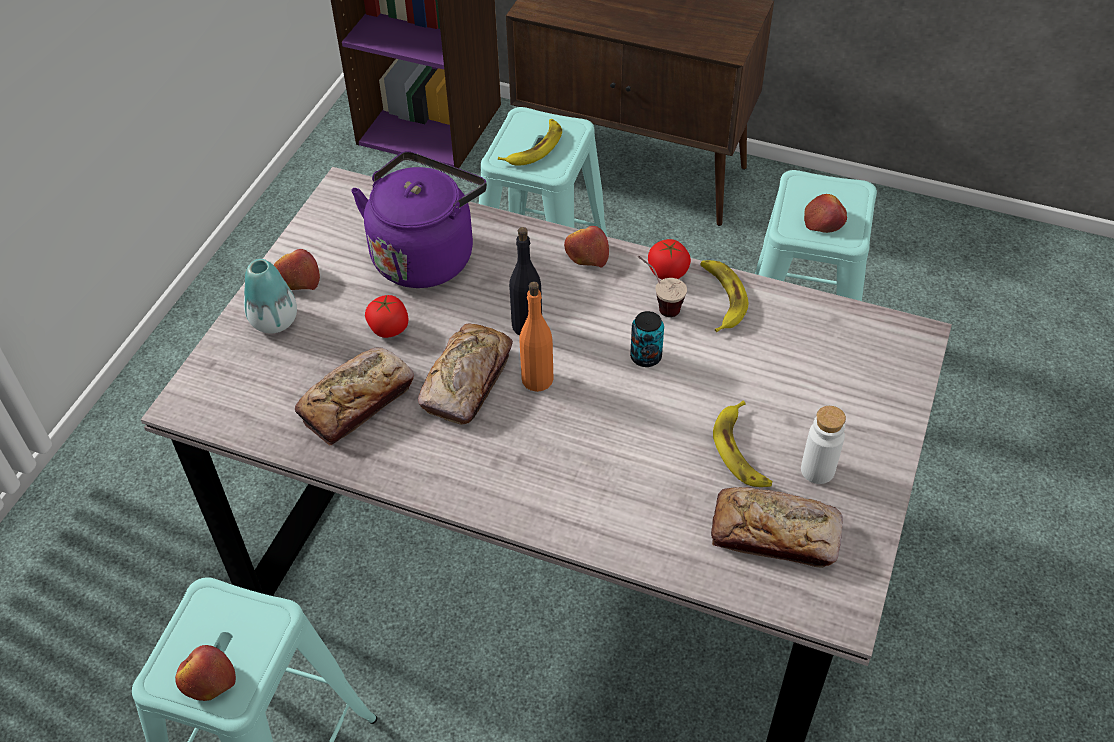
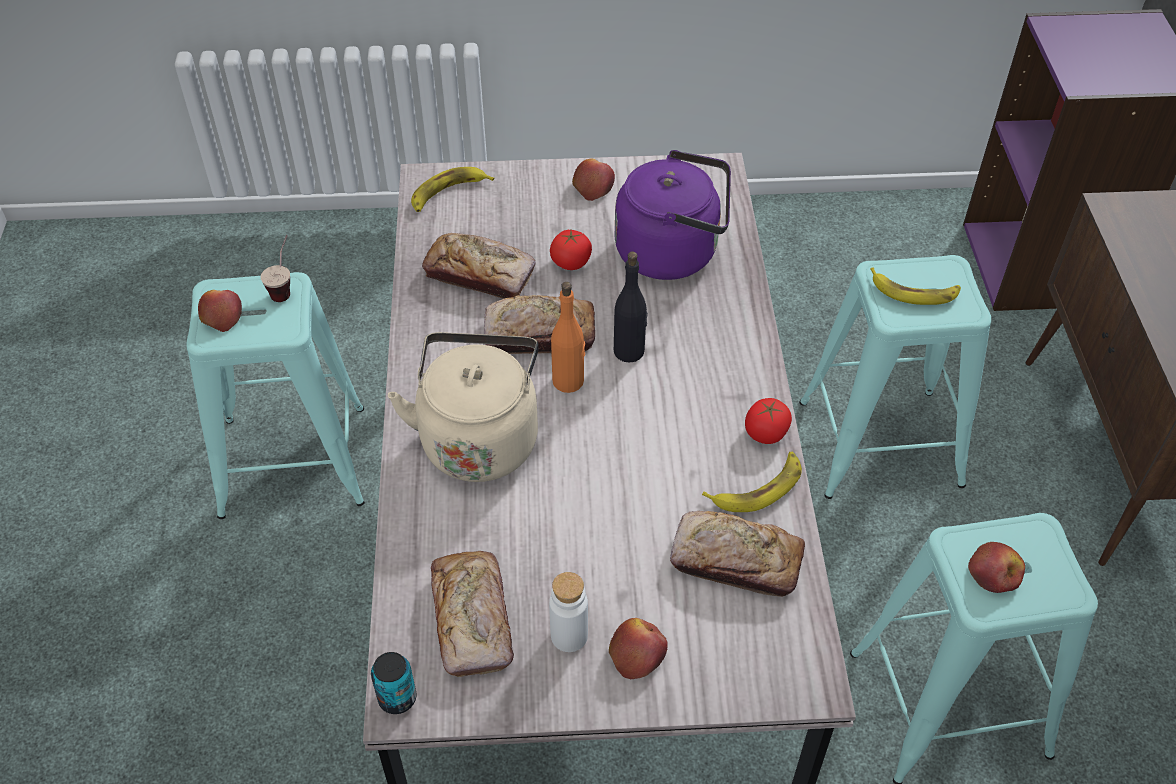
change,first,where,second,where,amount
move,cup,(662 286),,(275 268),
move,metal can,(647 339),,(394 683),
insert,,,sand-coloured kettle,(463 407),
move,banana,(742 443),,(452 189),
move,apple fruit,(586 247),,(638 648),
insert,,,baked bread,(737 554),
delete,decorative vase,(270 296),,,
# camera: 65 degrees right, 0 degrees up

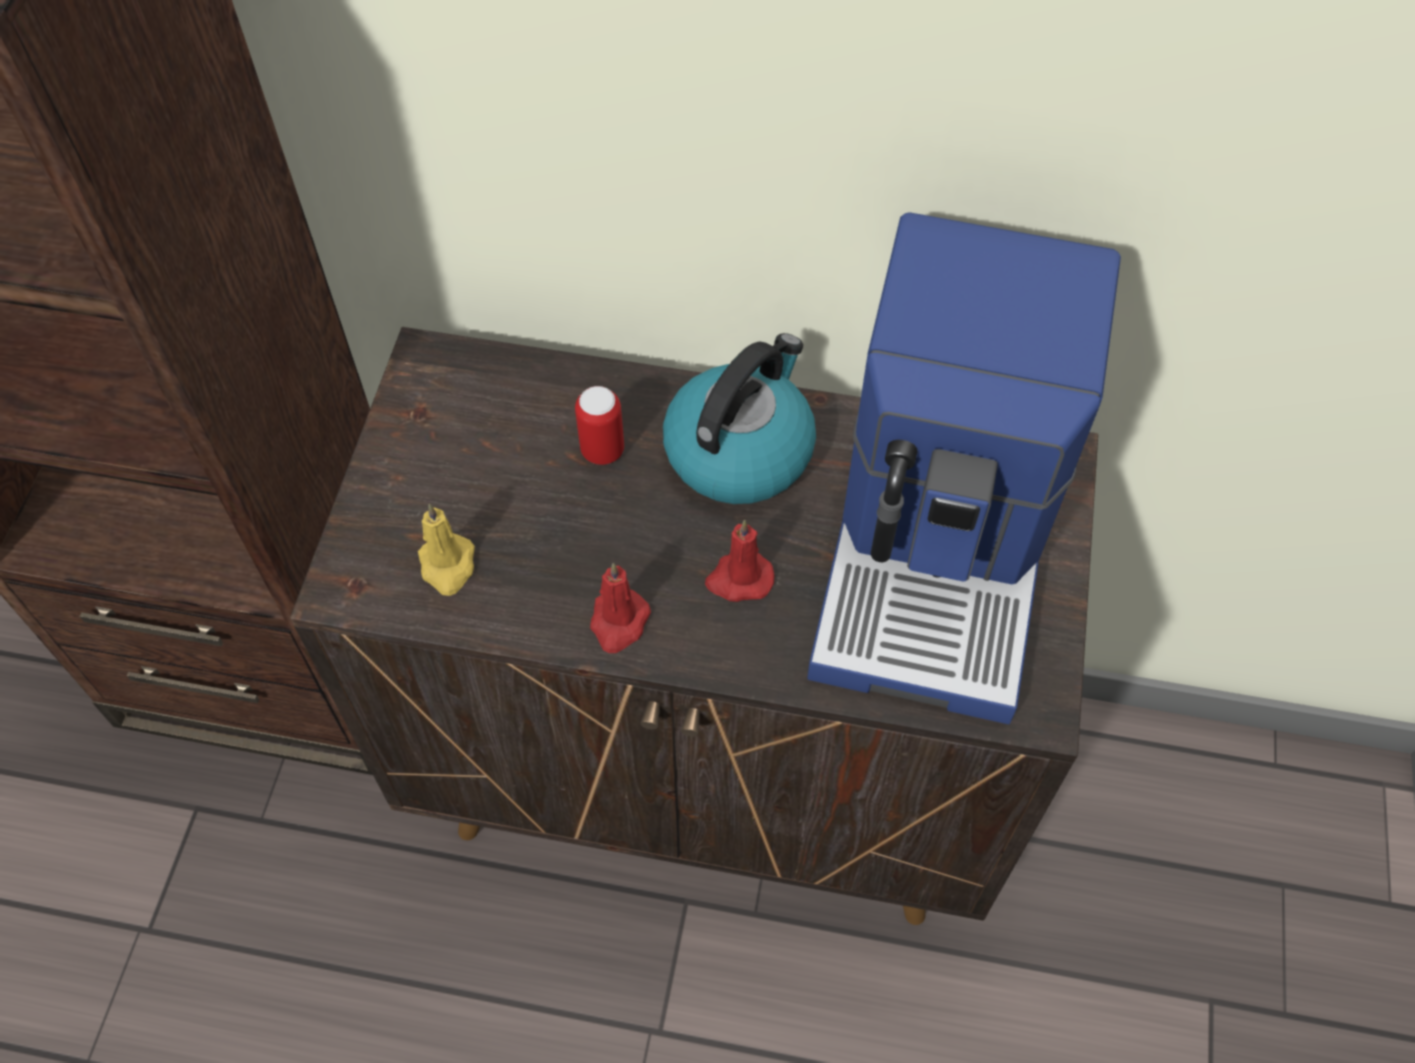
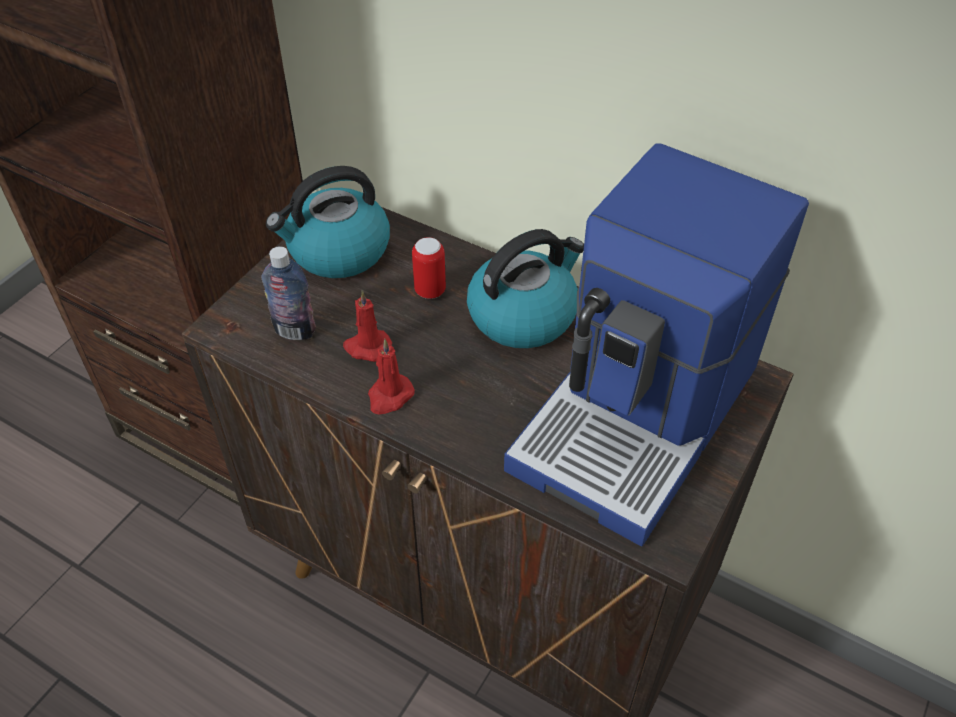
change,first,where,second,where,amount
replace,yellow-coloured wax light,(446 550),bottle,(289 293),
insert,,,kettle,(328 222),
move,red-coloured wax light,(739 561),,(367 326),
# camera: 20 degrees right, 10 degrees down

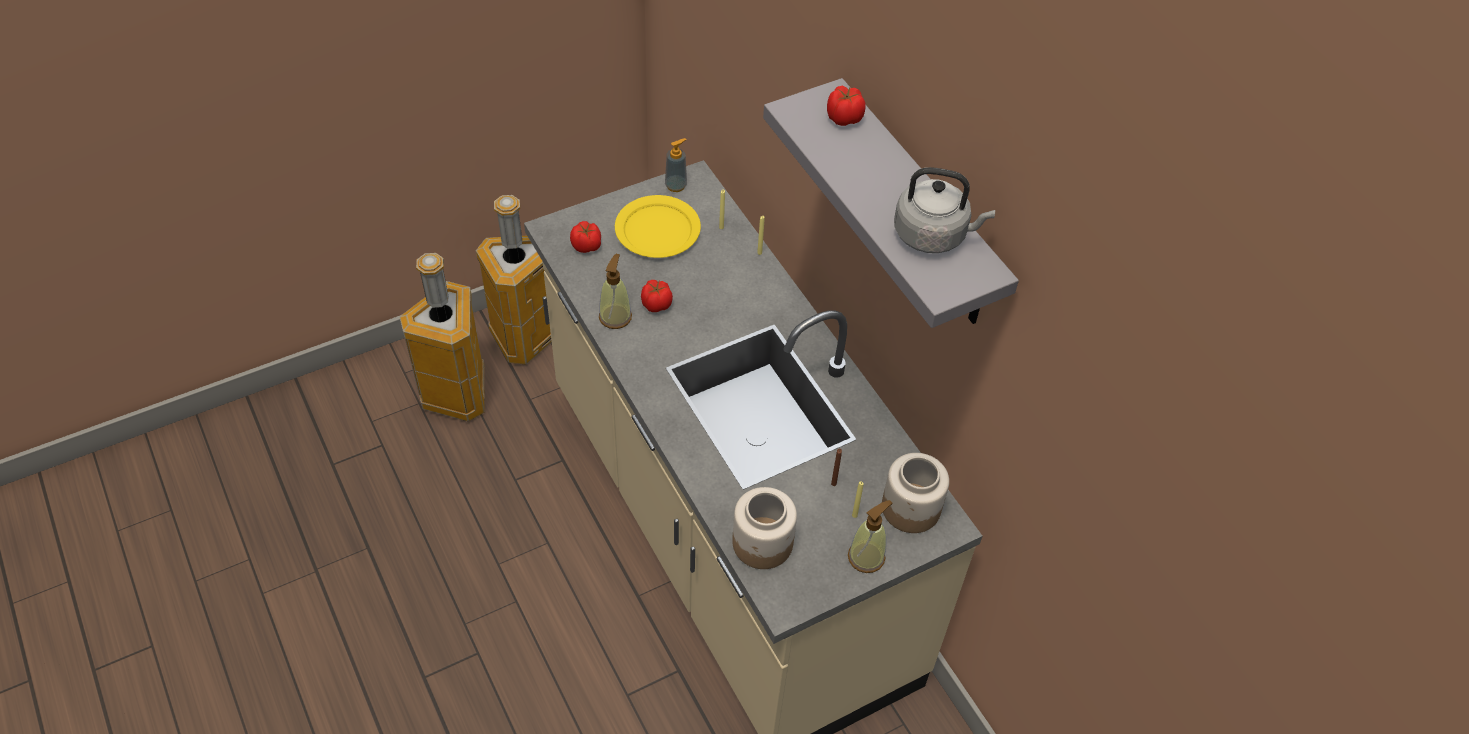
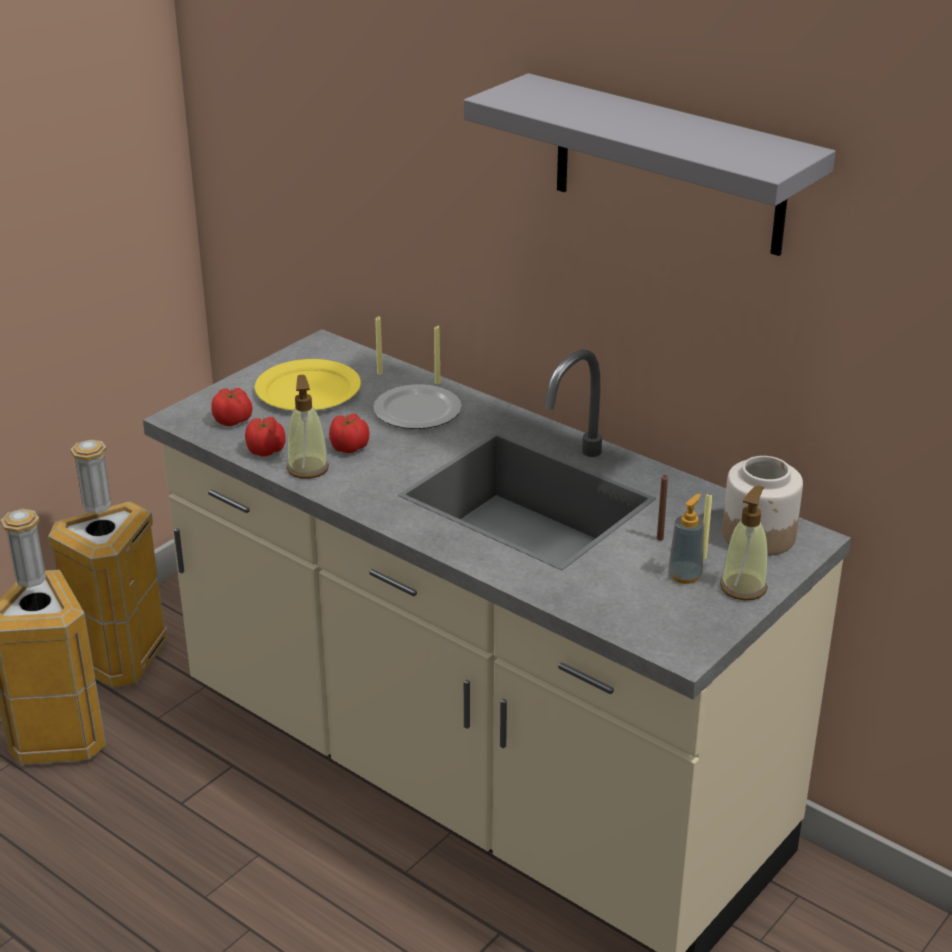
change,first,where,second,where,amount
move,tomato,(846 106),,(265 436),
insert,,,plate,(417 406),
move,soap bottle,(676 165),,(686 539),
delete,storage jar,(764 528),,,
delete,greyish kettle,(944 210),,,
# camera: 20 degrees left, 20 degrees down

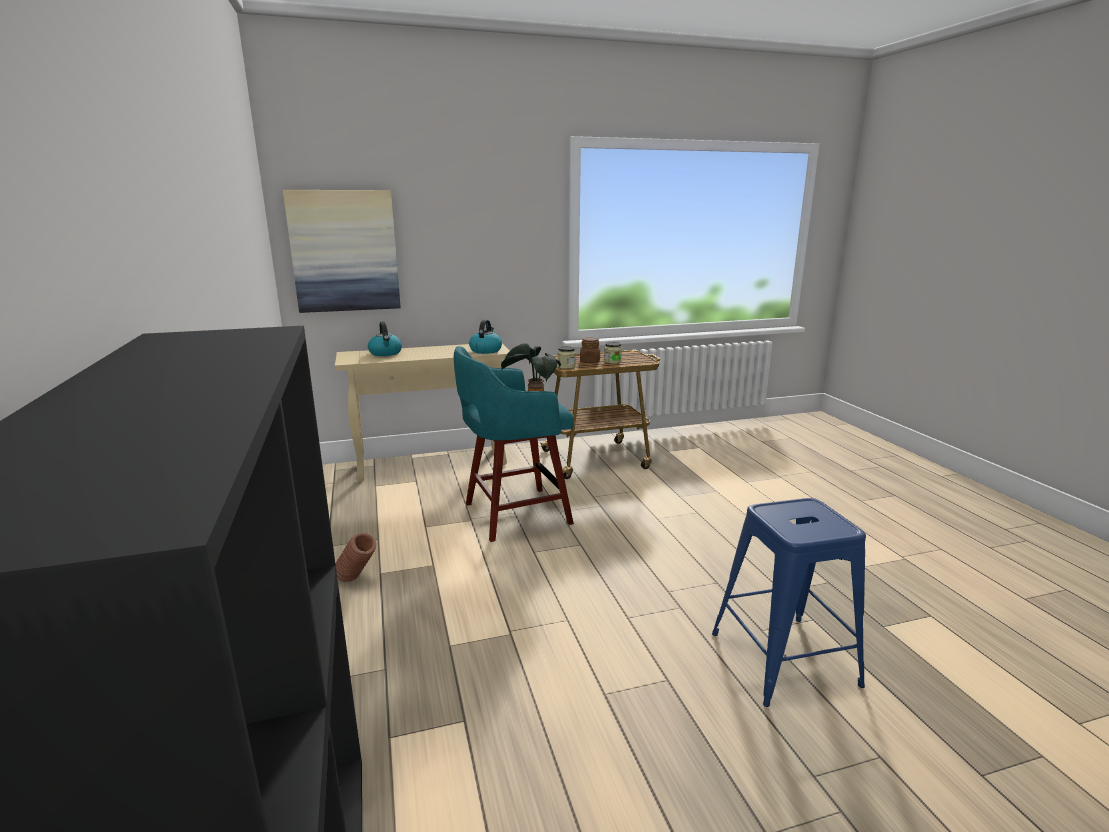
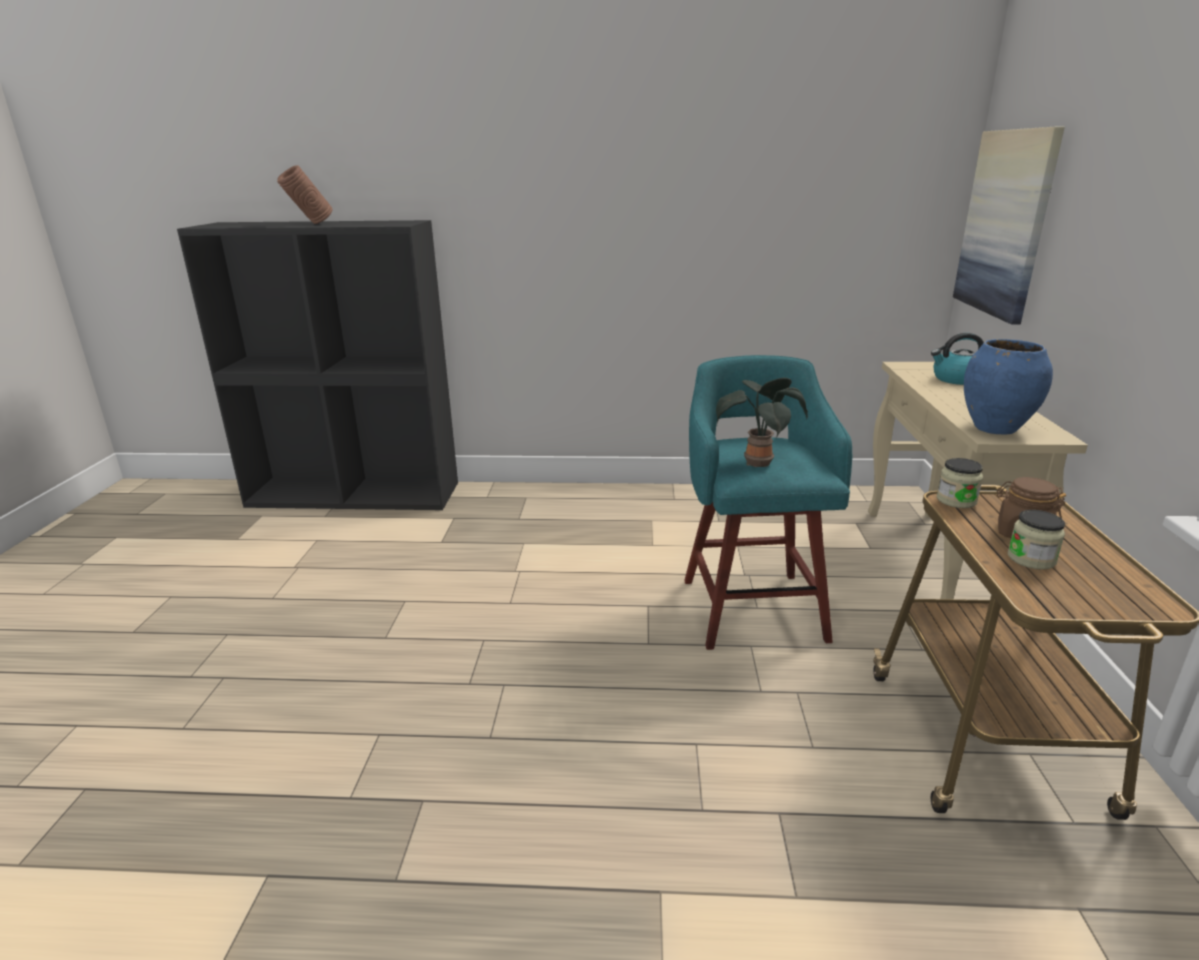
change,first,where,second,where,amount
move,brownish decorative vase,(355 557),,(305 194),
replace,kettle,(485 336),blue decorative vase,(1008 386),
delete,blue stool,(789 602),,,
# camera: 110 degrees right, 5 degrees up

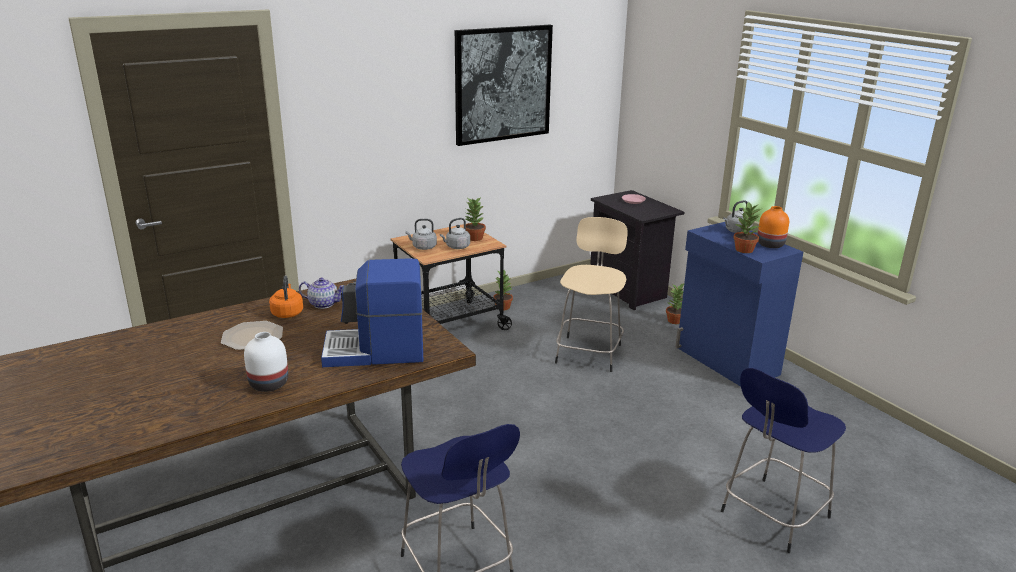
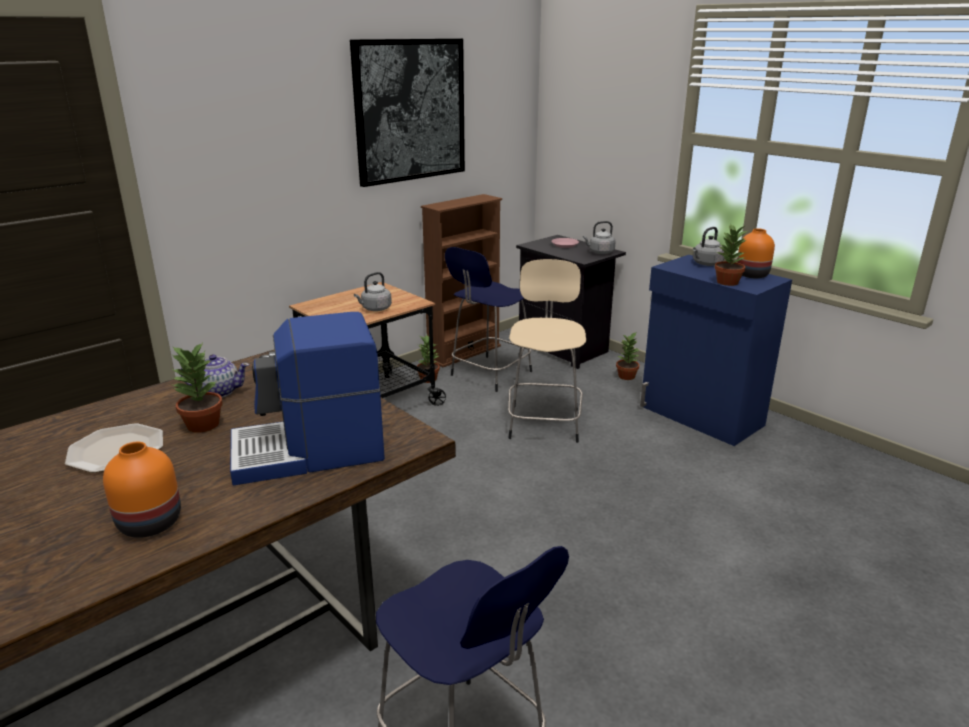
change,first,where,second,where,amount
recolor,white decorative vase,(266 362),orangey decorative vase,(142 490),
move,potted plant,(475 219),,(197 388),
insert,,,brownish bookcase,(461 280),
move,blue stool,(783 460),,(488 319),
move,greyish kettle,(421 234),,(599 237),
delete,orangey kettle,(286 297),,,
# camera: 10 degrees left, 0 degrees up

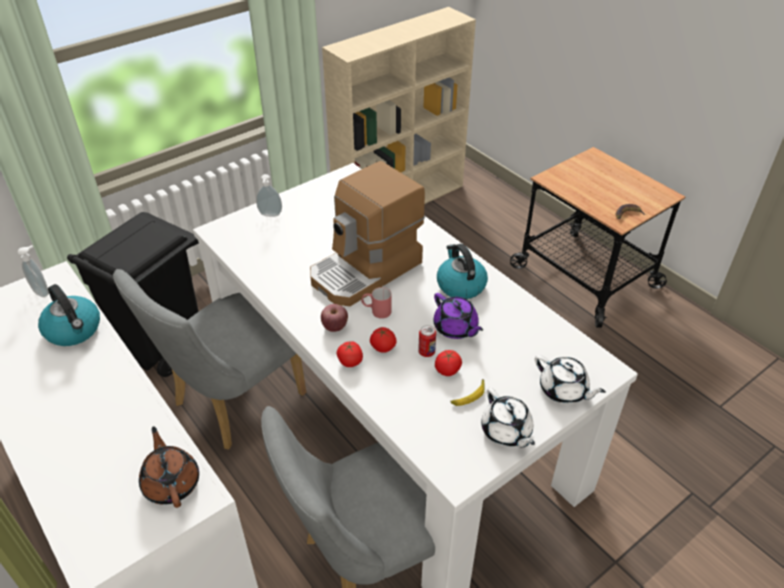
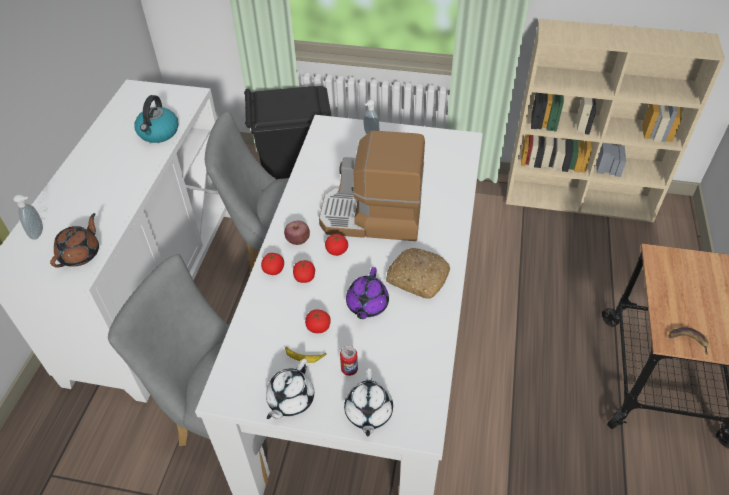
change,first,where,second,where,amount
move,soap bottle,(33 271),,(28 217),
replace,red-coloured tea mug,(376 303),tomato,(336 244),
move,metal can,(427 341),,(349 361),
replace,kettle,(462 271),baked bread,(418 273),
# camera: 50 degrees right, 5 degrees up

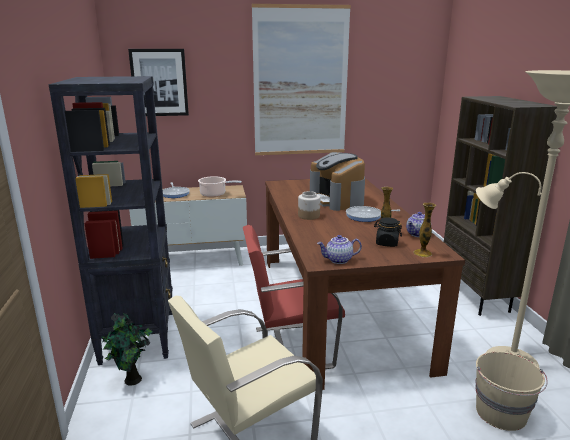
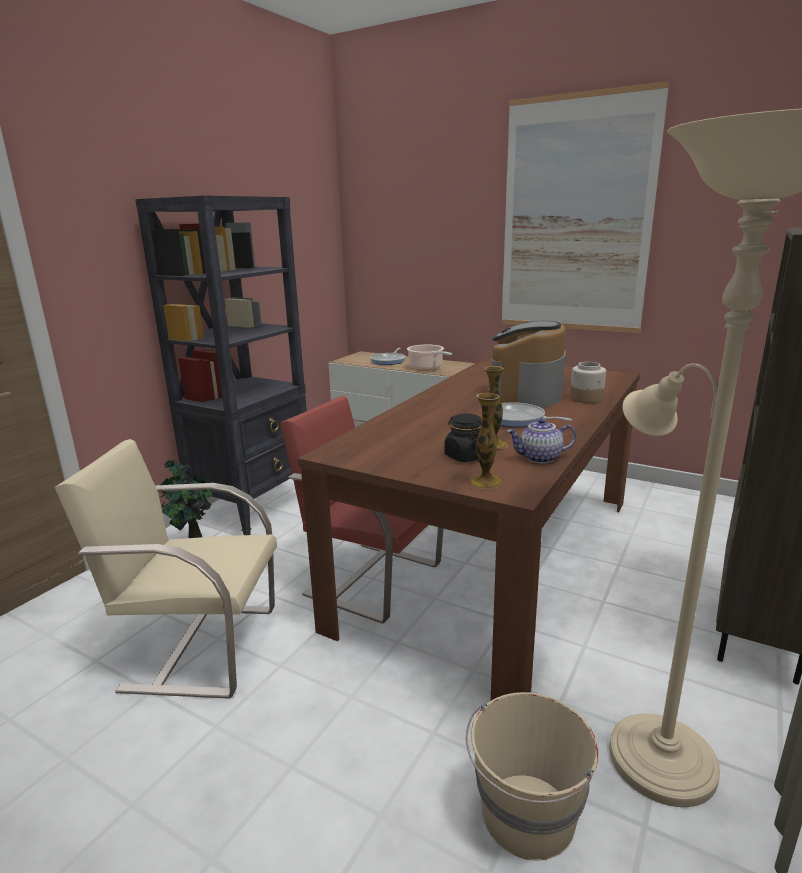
change,first,where,second,where,amount
move,storage jar,(309 205),,(588 382),
delete,picture,(158 82),,,
delete,teapot,(339 249),,,
# camera: 40 degrees right, 0 degrees up

